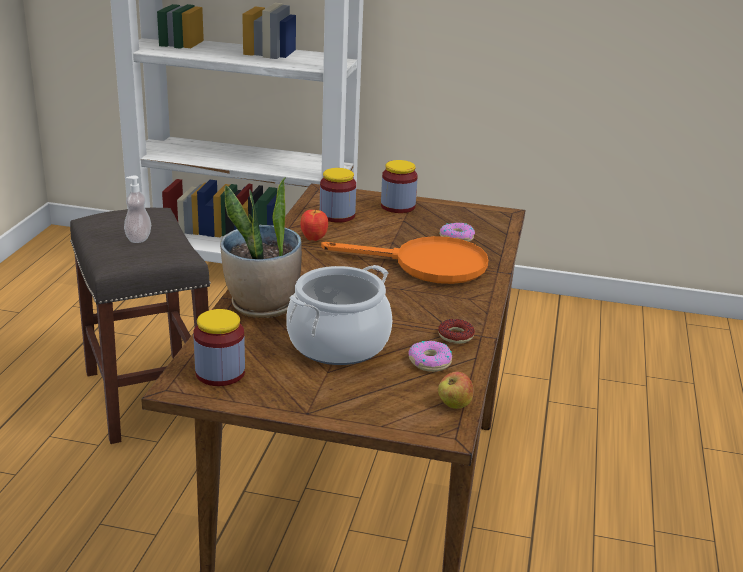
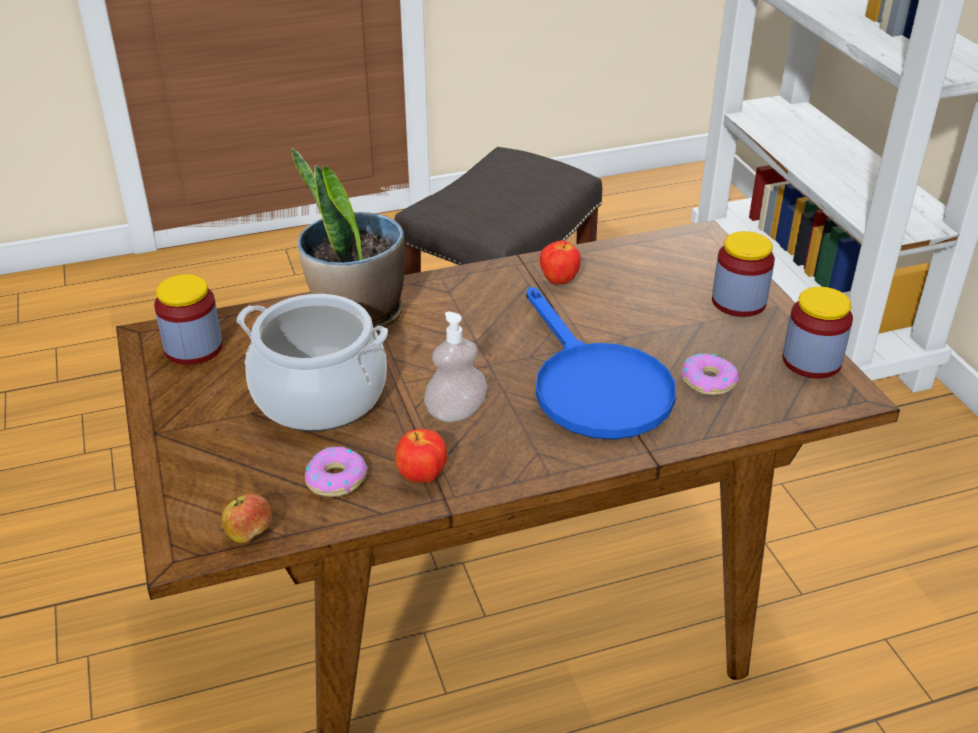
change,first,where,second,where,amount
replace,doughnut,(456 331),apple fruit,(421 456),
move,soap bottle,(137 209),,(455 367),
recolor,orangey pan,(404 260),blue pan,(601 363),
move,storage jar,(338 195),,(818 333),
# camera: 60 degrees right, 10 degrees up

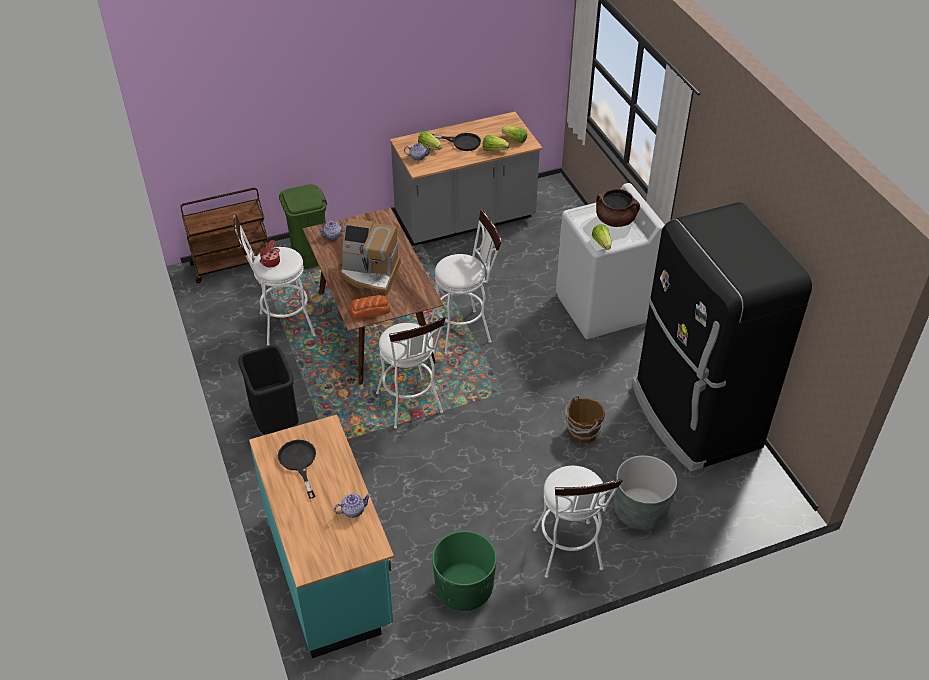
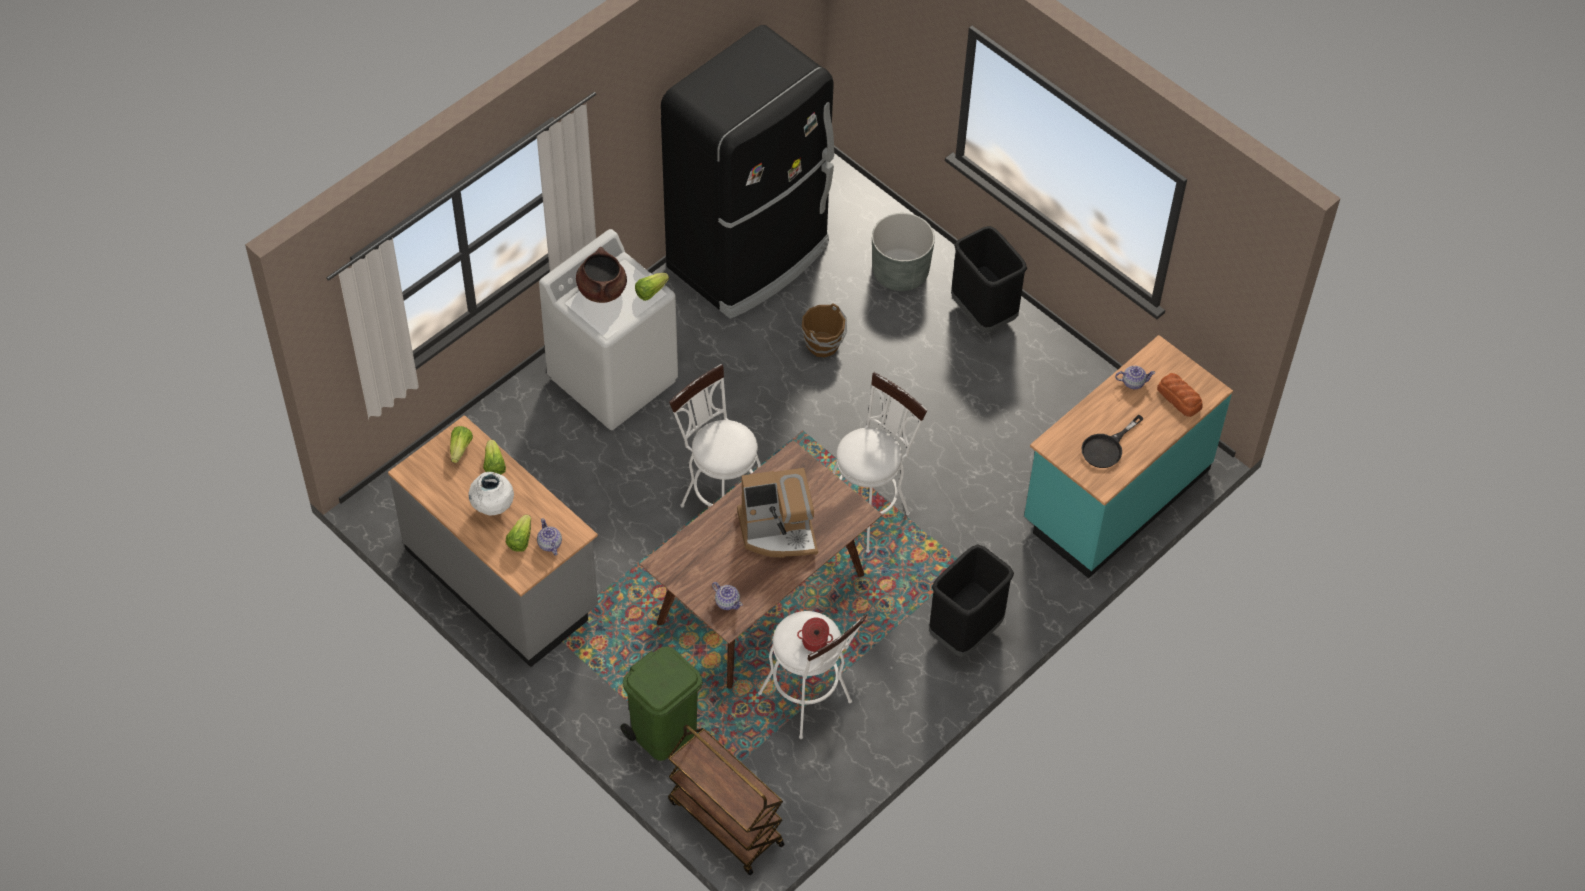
change,first,where,second,where,amount
replace,black-coloured pan,(456 142),white decorative vase,(491 494),
rotate,coffee brewer,(370 256),,(777 513),90 degrees clockwise
replace,white stool,(578 522),black-coloured trash can,(989 279),
rotate,teapot,(352 506),,(1135 377),135 degrees clockwise
move,baked bread,(370 307),,(1180 395),
delete,green-coloured plant pot,(464 571),,,
# camera: 115 degrees left, 10 degrees up

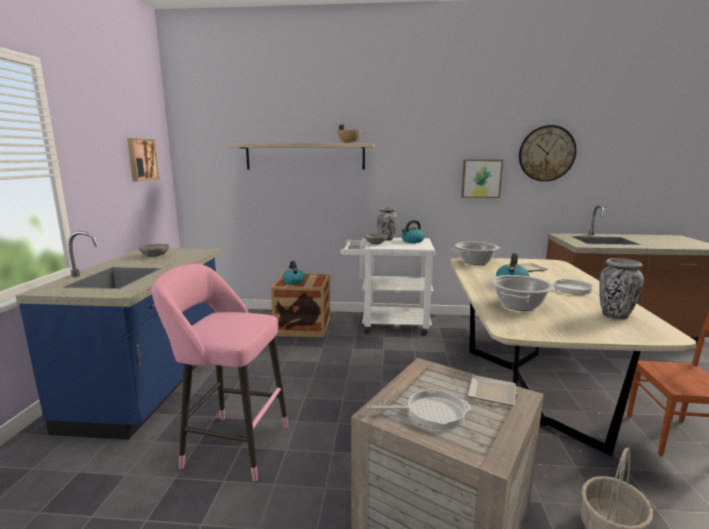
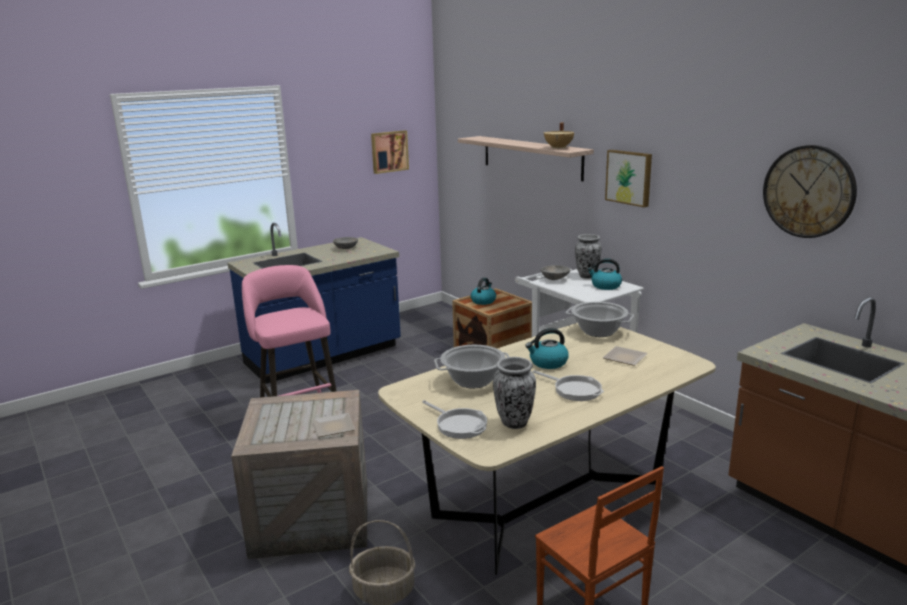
change,first,where,second,where,amount
move,pan,(419 409),,(454 419),
move,picture,(482 179),,(628 178),
# camera: 50 degrees right, 5 degrees up

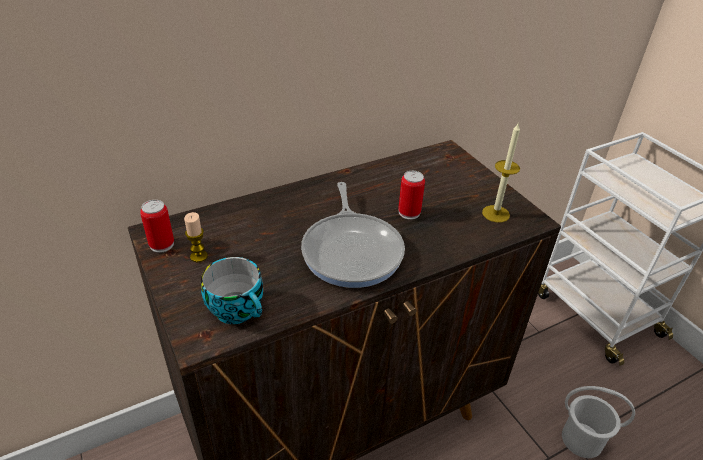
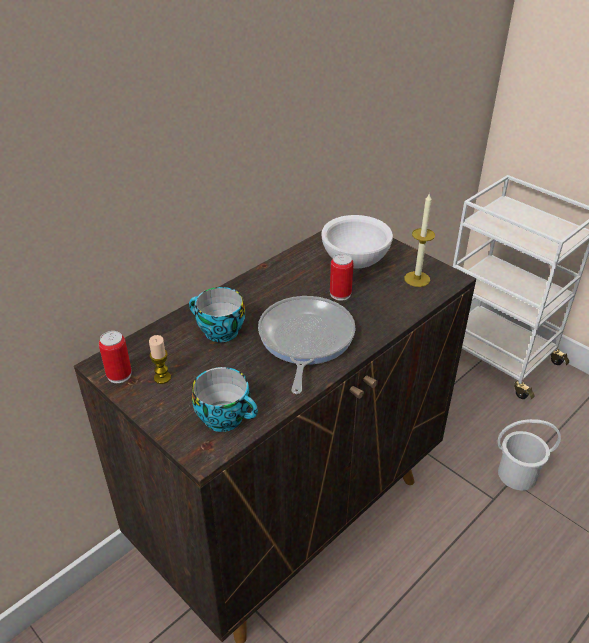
change,first,where,second,where,amount
insert,,,cup,(217 314),
rotate,pan,(353 235),,(307 345),150 degrees counterclockwise
insert,,,white serving bowl,(357 241),
# camera: 15 degrees left, 0 degrees up

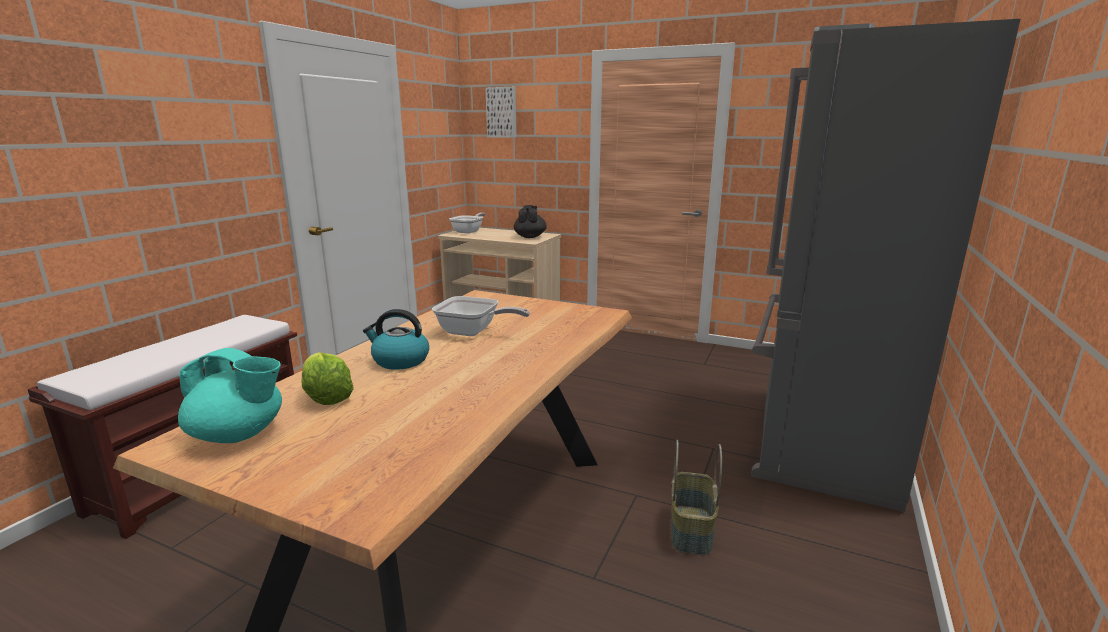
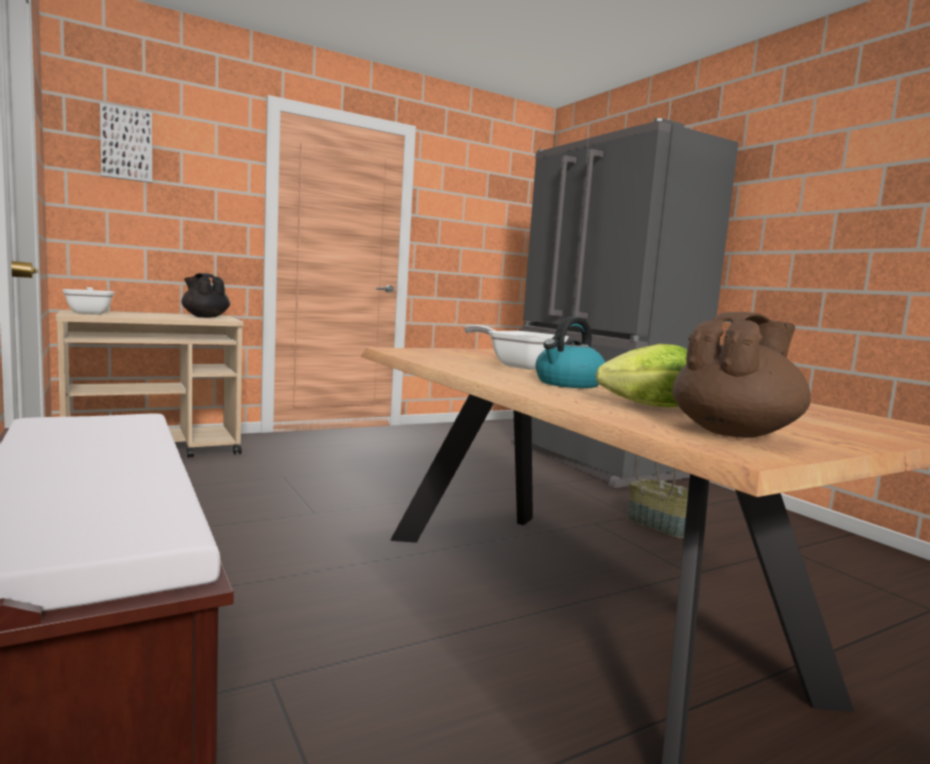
change,first,where,second,where,amount
rotate,pan,(481 316),,(516 347),105 degrees counterclockwise
recolor,turquoise teapot,(230 395),brownish teapot,(742 375),
# camera: 55 degrees left, 10 degrees down

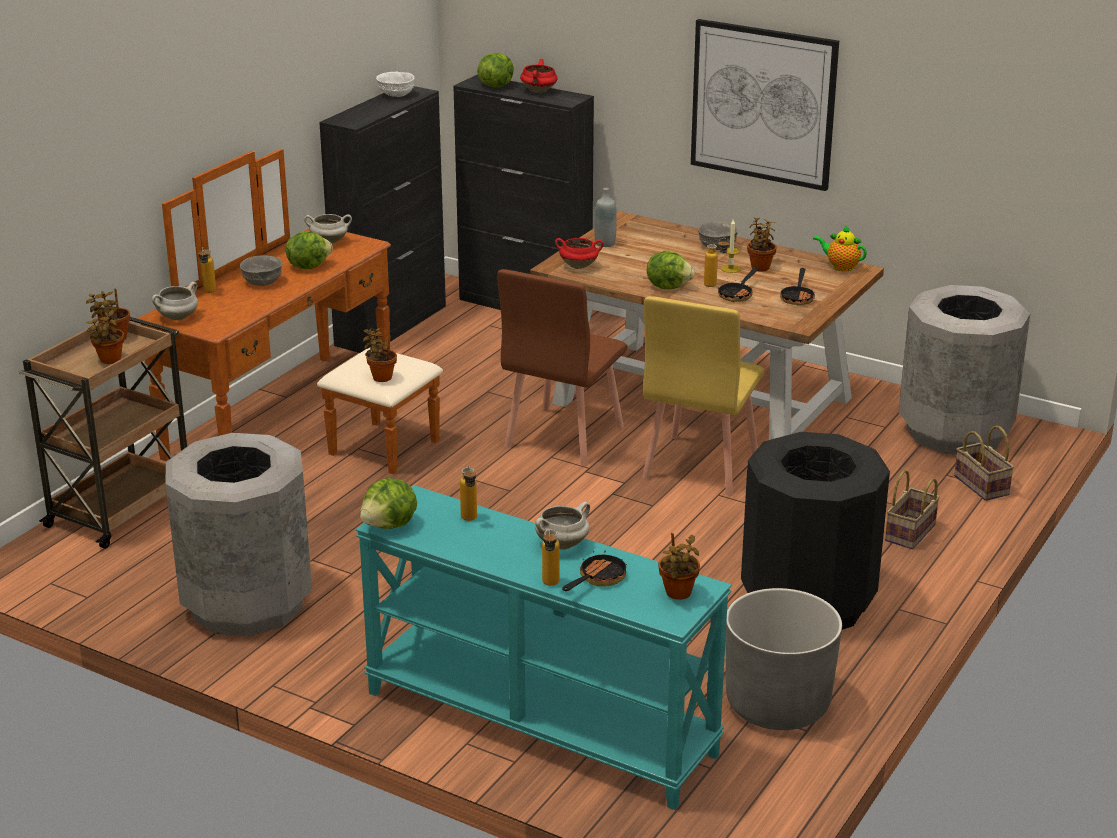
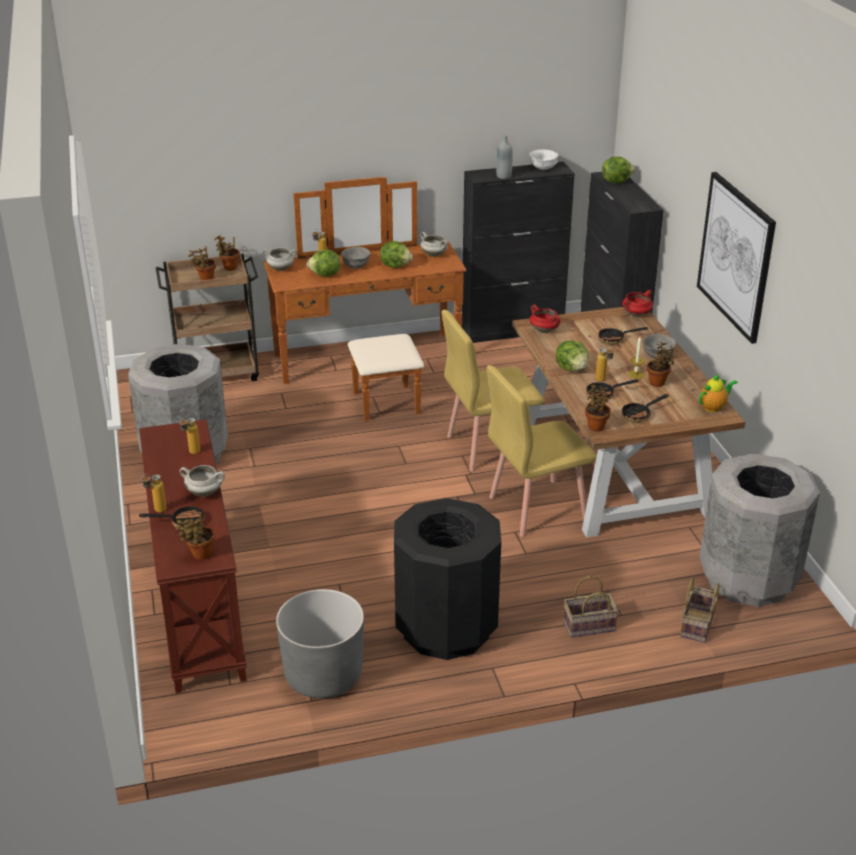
change,first,where,second,where,amount
recolor,turquoise console table,(544 647),brownish console table,(193 556),
move,lettuce head,(388 503),,(324 263),
recolor,brownish plain chair,(562 367),yellow-coloured plain chair,(493 391),
move,greyish bottle,(605 217),,(504 157),
move,potted plant,(380 355),,(598 408),
insert,,,pan,(623 335),
move,red-coloured stockpot,(538 76),,(637 303),
rotate,teapot,(840 248),,(718 393),75 degrees clockwise
# camera: 45 degrees right, 5 degrees up

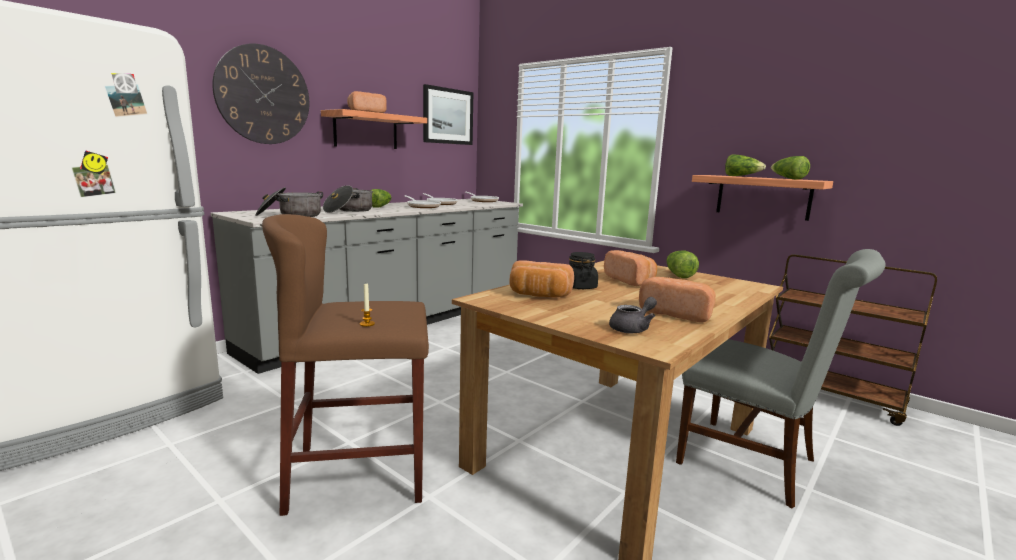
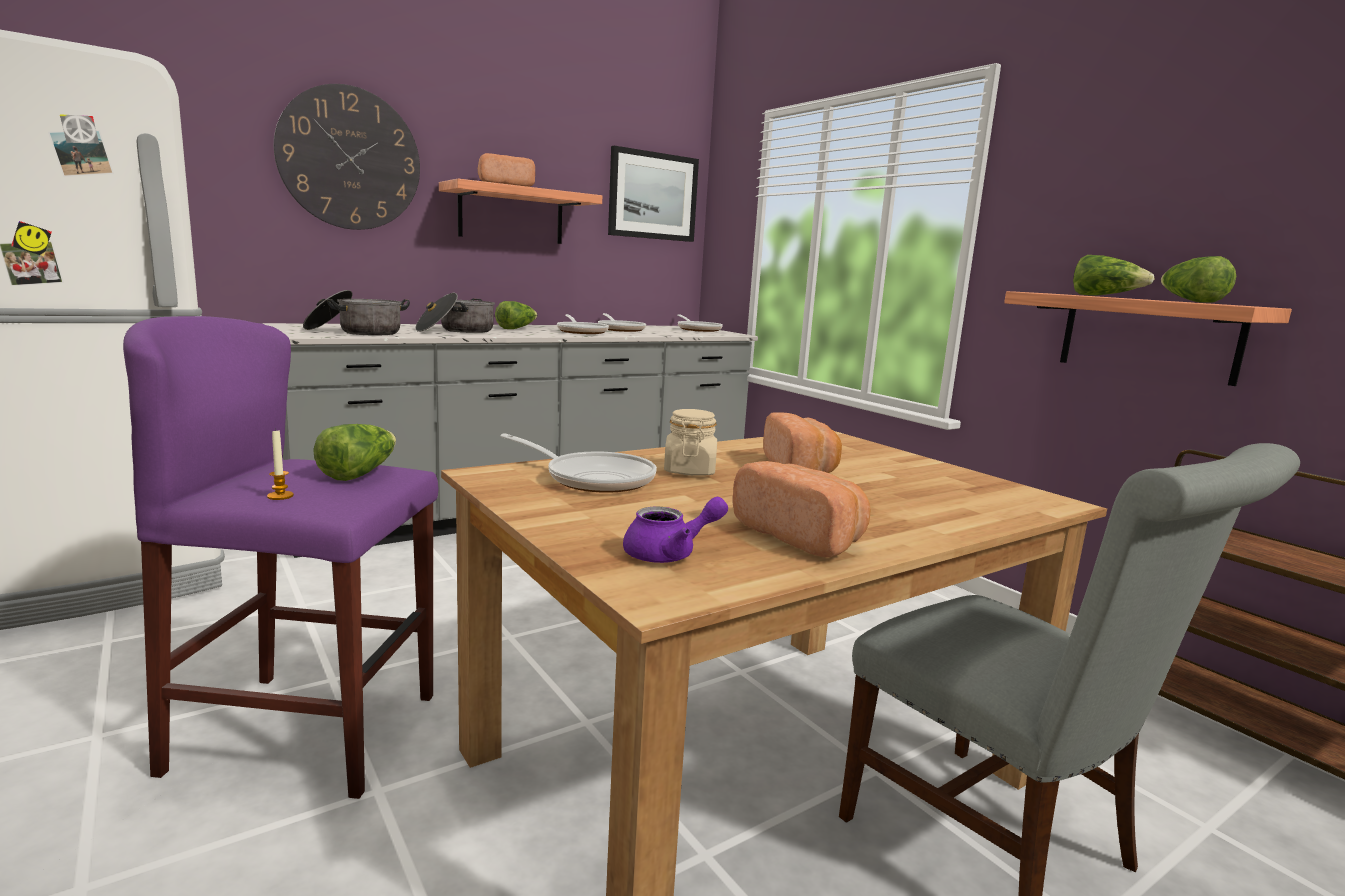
change,first,where,second,where,amount
recolor,brownish stool,(345 365),purple stool,(280 557),
move,lettuce head,(682 264),,(354 452),
replace,baked bread,(541 279),pan,(578 463),
recolor,greyish teapot,(633 315),purple teapot,(675 530),
recolor,black-coloured storage jar,(583 270),sand-coloured storage jar,(690 442),
# camera: 15 degrees right, 0 degrees up

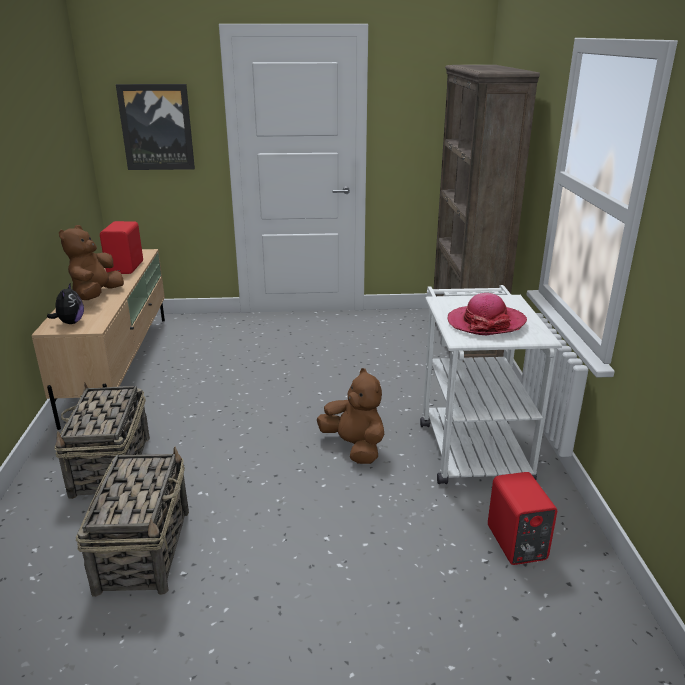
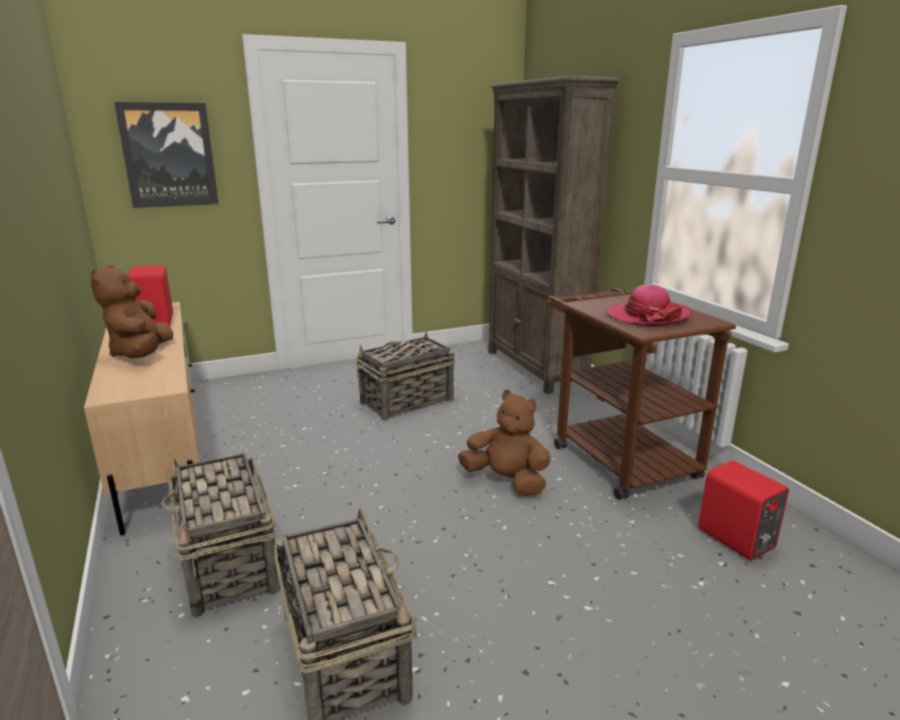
change,first,where,second,where,amount
insert,,,storage basket,(405 376),
recolor,white trolley,(491 384),brownish trolley,(641 394),
delete,cuddly toy,(65 304),,,
# camera: 20 degrees left, 5 degrees down

